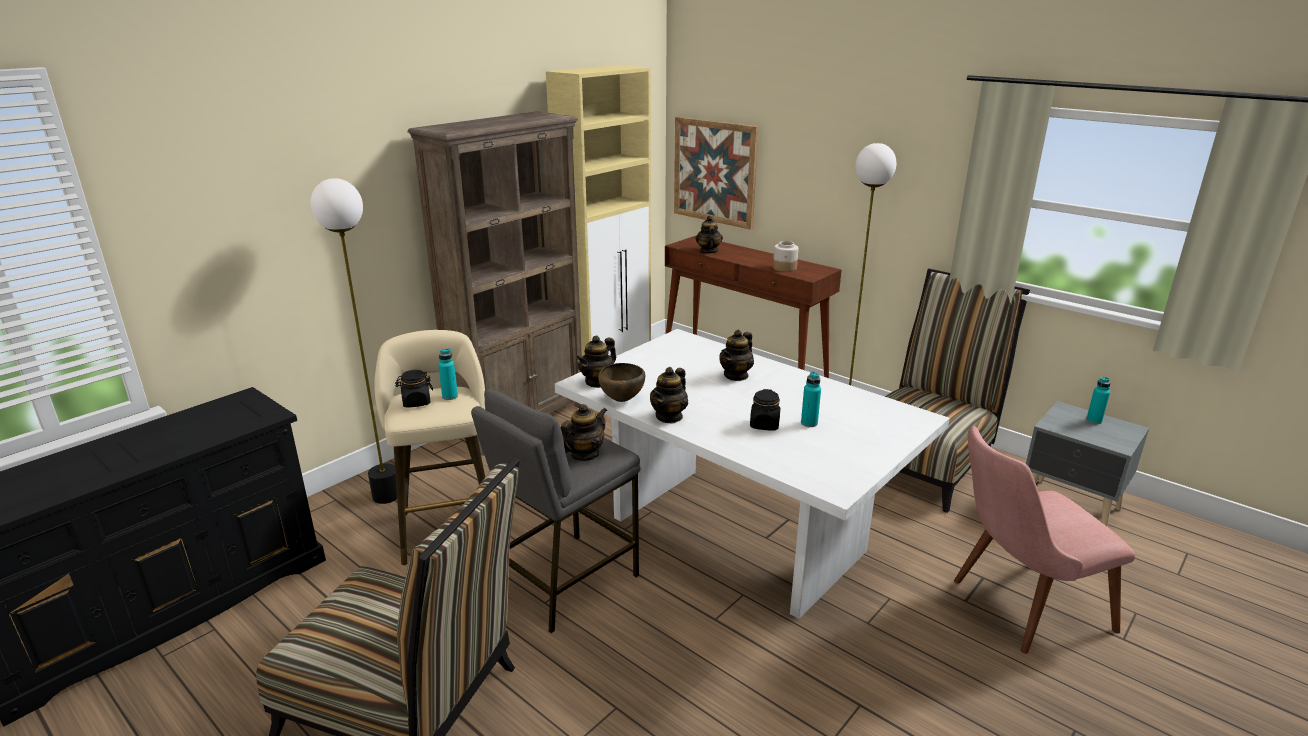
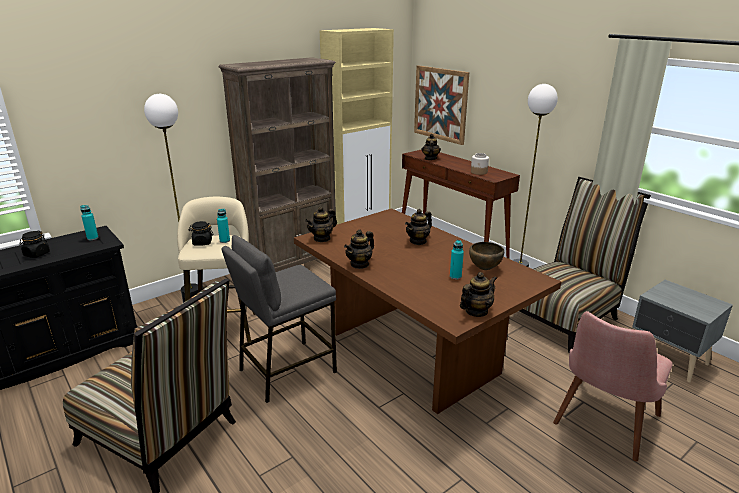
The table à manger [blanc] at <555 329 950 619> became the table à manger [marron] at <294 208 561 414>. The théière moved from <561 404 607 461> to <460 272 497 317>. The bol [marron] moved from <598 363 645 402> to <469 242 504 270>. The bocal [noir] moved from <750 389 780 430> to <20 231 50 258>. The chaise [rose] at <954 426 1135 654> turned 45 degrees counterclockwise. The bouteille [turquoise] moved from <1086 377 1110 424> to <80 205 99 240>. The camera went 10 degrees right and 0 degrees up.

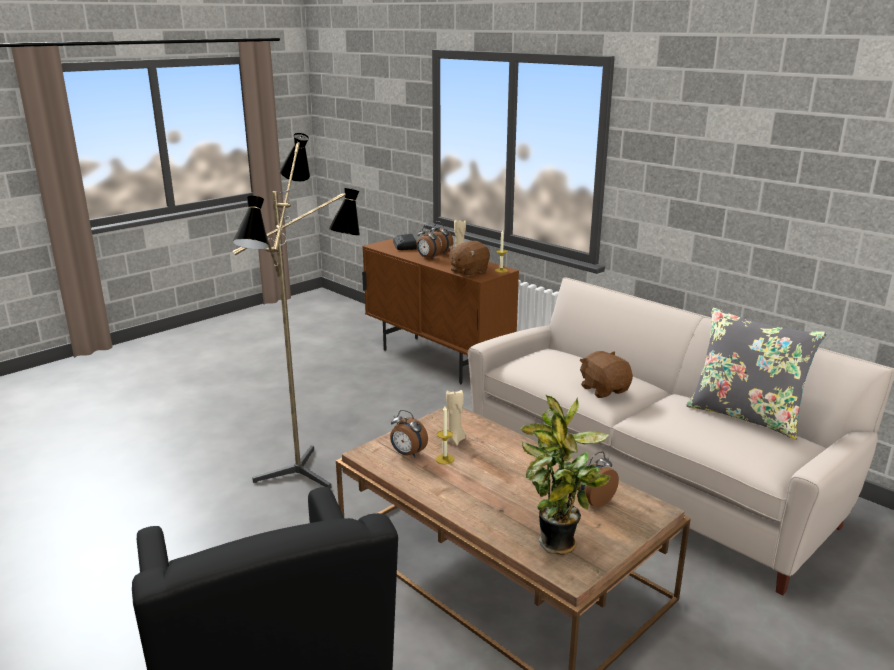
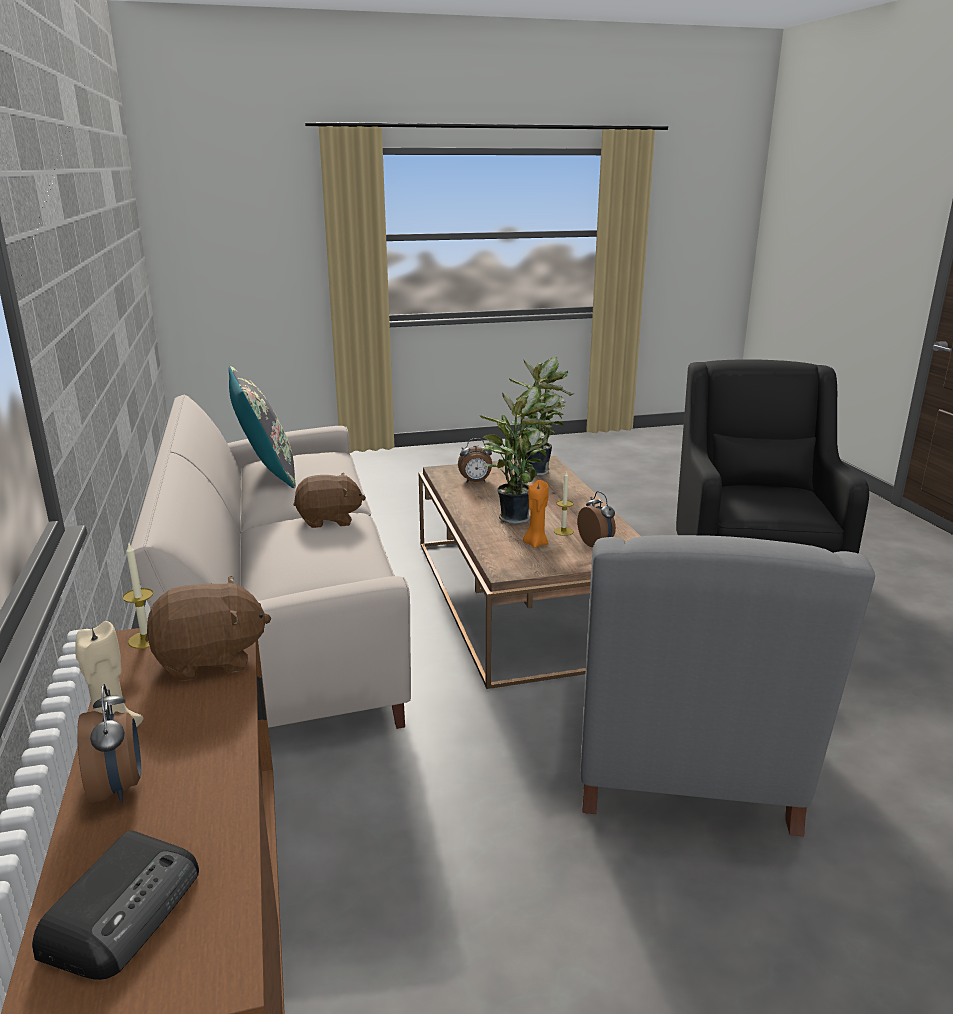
The lampadaire at <233 133 360 489> was replaced by the fauteuil [gris] at <580 535 875 836>. The réveil at <417 226 441 259> disappeared. The bougie [beige] at <446 390 465 446> became the bougie [orange] at <523 480 549 548>. The peluche [marron] at <580 351 633 398> turned 105 degrees counterclockwise. The plante en pot at <480 386 553 524> appeared. The camera went 150 degrees left and 0 degrees up.

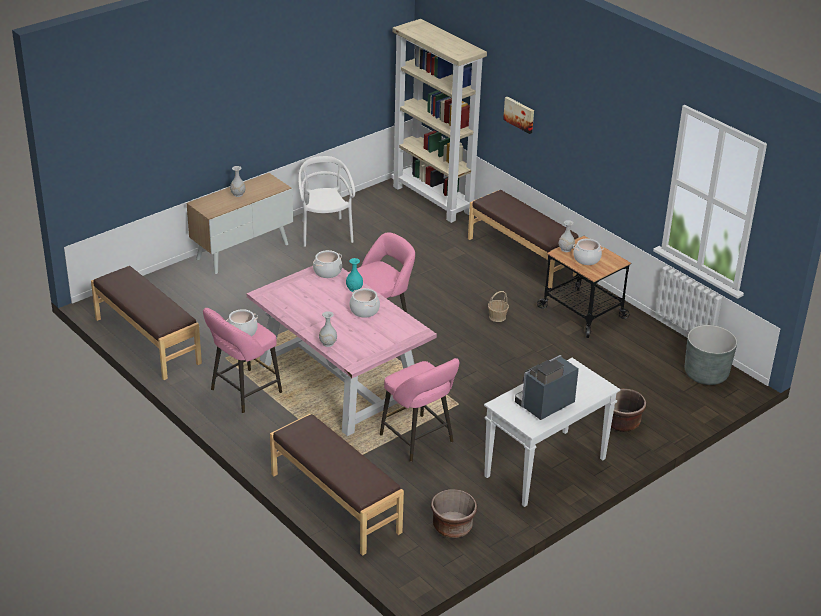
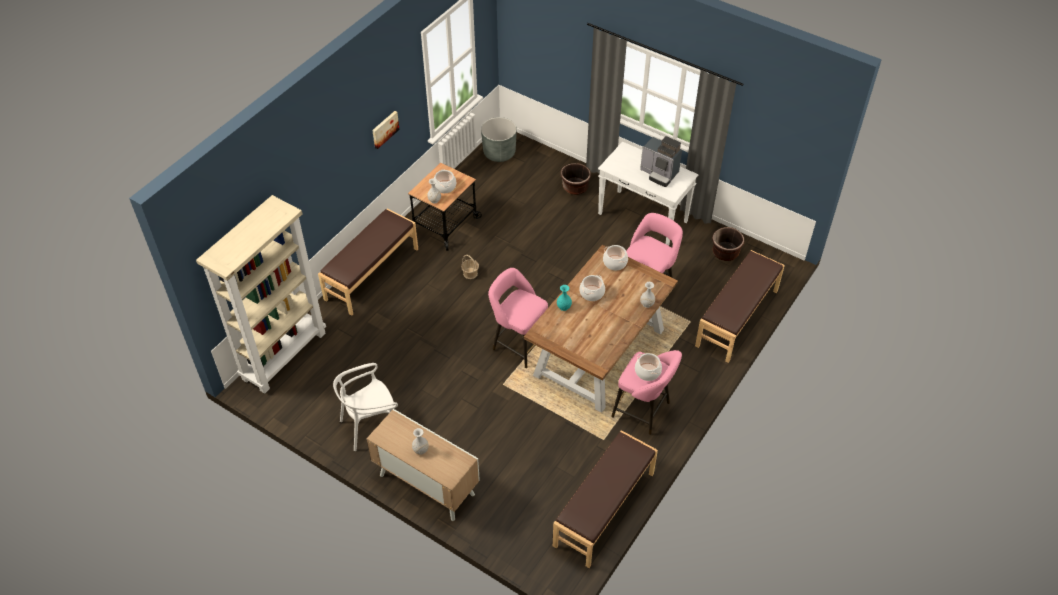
The table à manger [rose] at <247 266 437 436> became the table à manger [marron] at <524 245 678 413>. The marmite moved from <313 250 342 278> to <603 245 628 270>. The tableau moved from <503 97 534 134> to <372 111 399 149>. The camera went 105 degrees left and 15 degrees up.

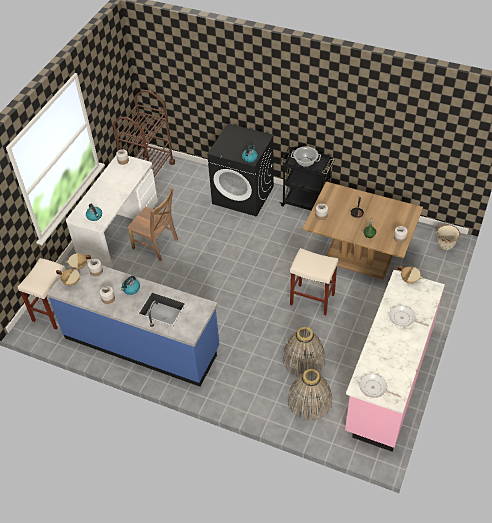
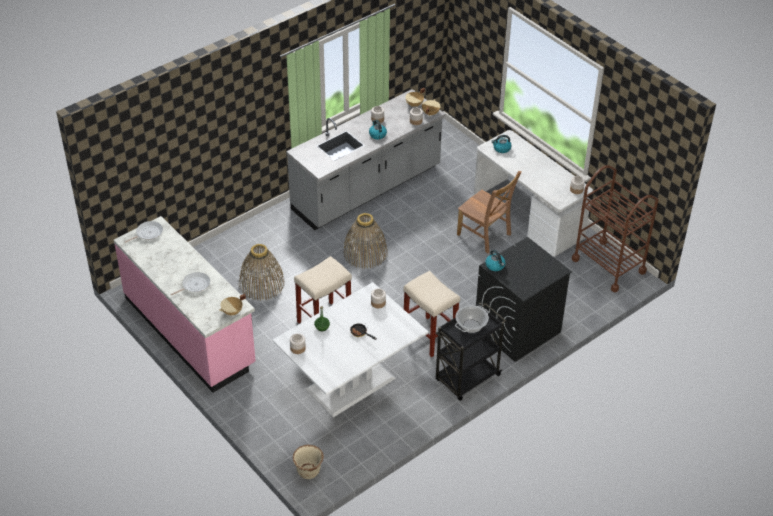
The tabouret [beige] moved from <18 258 66 330> to <403 271 460 357>. The comptoir de cuisine [bleu] at <47 261 220 387> became the comptoir de cuisine [gris] at <286 89 445 230>. The chaise [marron] at <127 187 178 261> turned 105 degrees counterclockwise. The panier moved from <287 369 332 421> to <343 213 388 269>. The table à manger [marron] at <302 182 423 280> became the table à manger [blanc] at <272 282 428 417>. The camera went 115 degrees right and 5 degrees down.

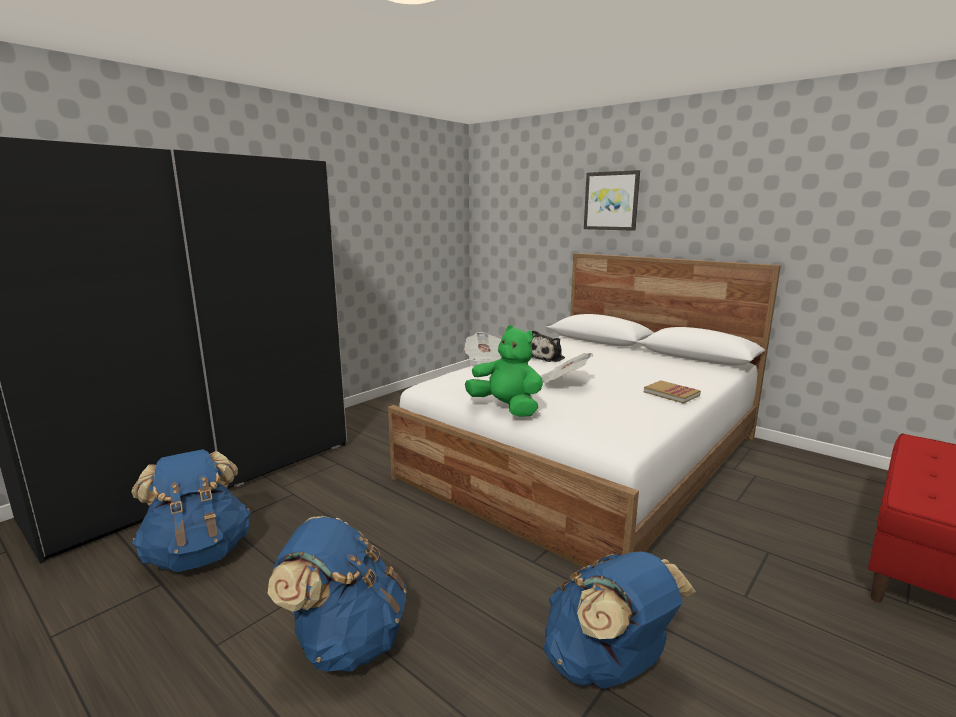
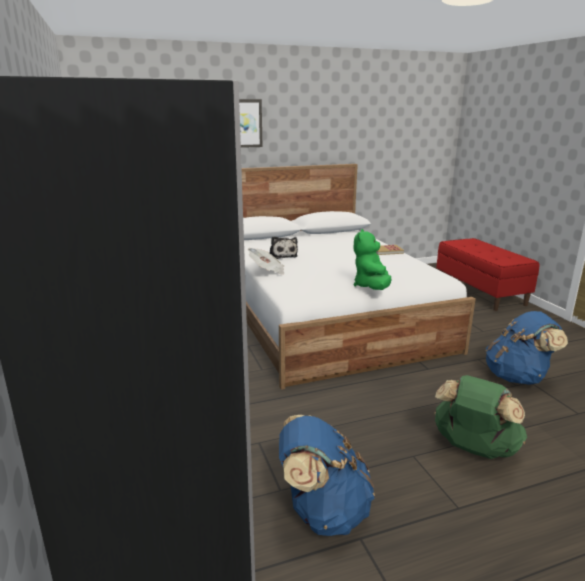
The sac à dos [bleu] at <268 516 407 672> became the sac à dos [vert] at <434 375 527 459>. The peluche [vert] at <465 325 543 417> turned 60 degrees counterclockwise. The journal at <540 353 593 383> disappeared. The camera went 60 degrees left and 5 degrees up.

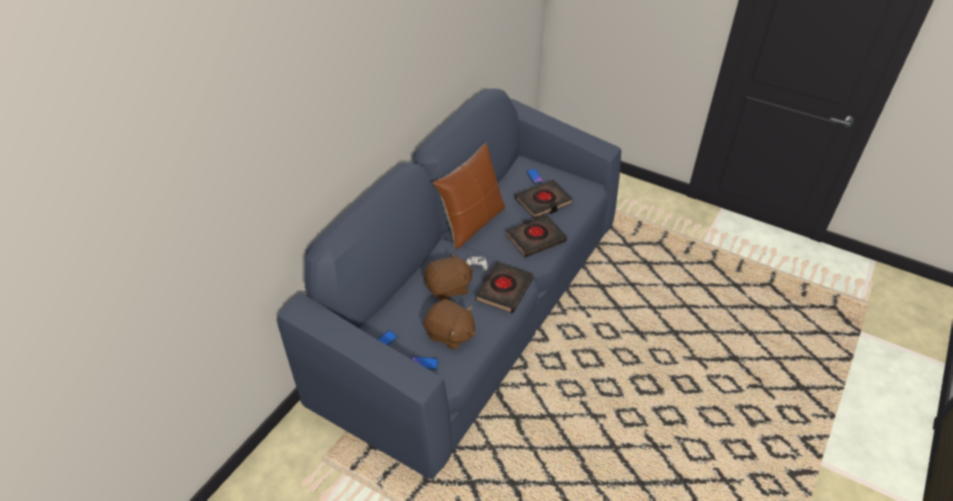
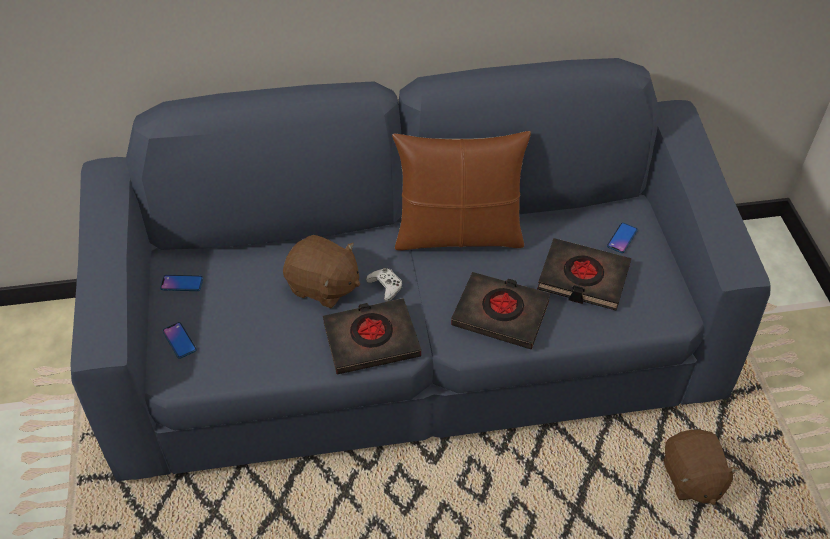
The peluche [marron] moved from <424 299 476 350> to <664 429 739 505>. The camera went 50 degrees right and 5 degrees up.

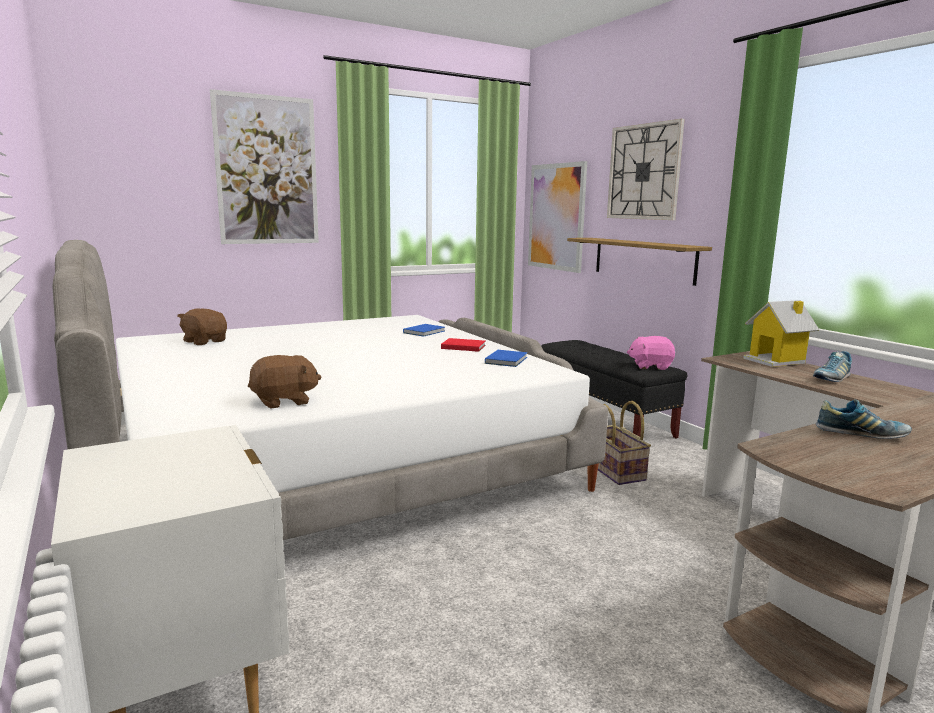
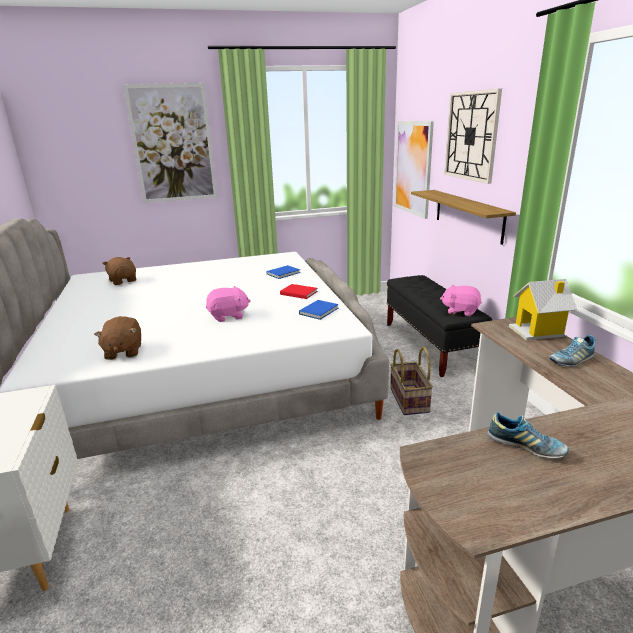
The peluche [marron] at <248 355 321 409> turned 90 degrees clockwise. The peluche [rose] at <206 286 251 322> appeared. The camera went 15 degrees right and 10 degrees up.

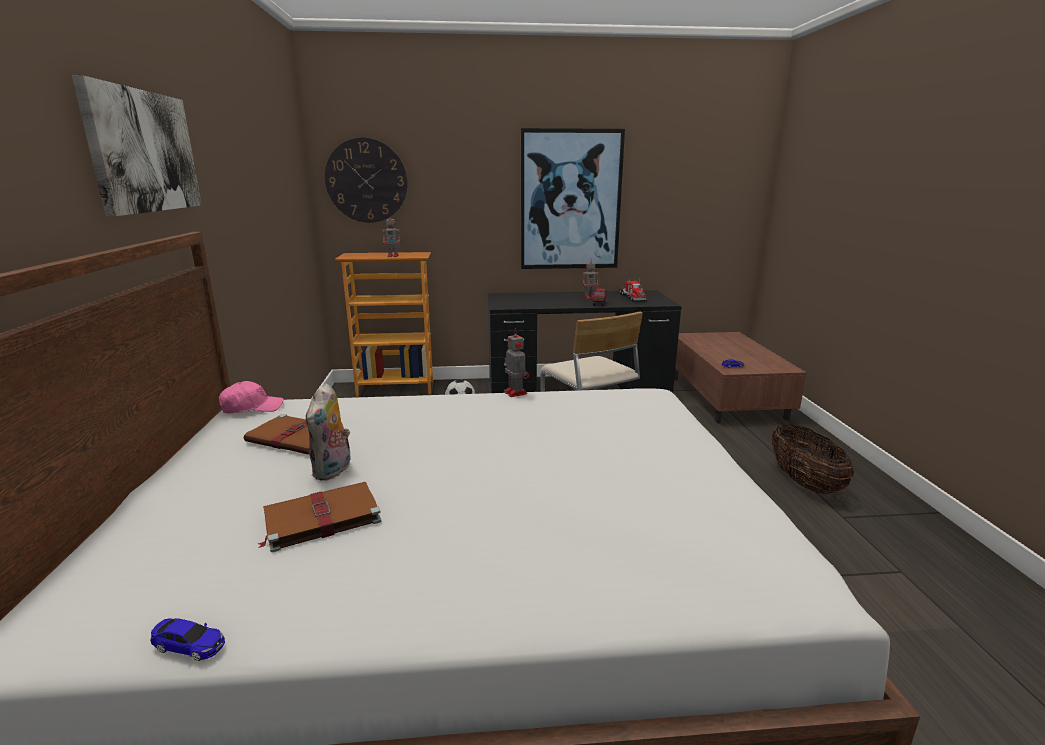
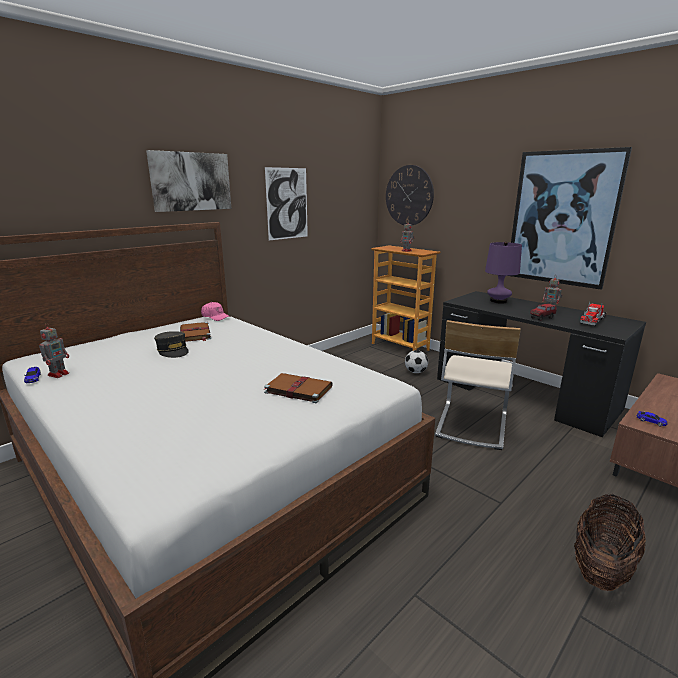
The livre [marron] moved from <258 482 381 552> to <264 373 333 403>. The peluche at <306 383 350 480> was replaced by the casquette [gris] at <154 331 189 358>. The robot jouet moved from <504 330 529 397> to <39 323 69 378>. The tableau at <265 167 308 240> appeared. The lampe de table [violet] at <485 242 522 304> appeared. The camera went 50 degrees right and 0 degrees up.

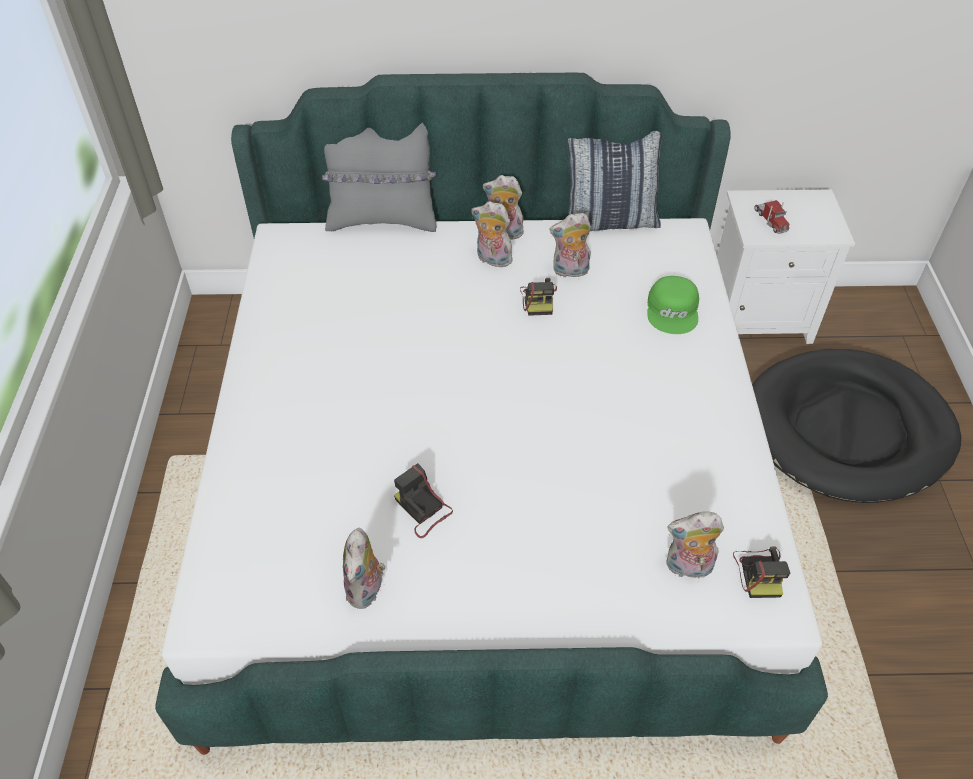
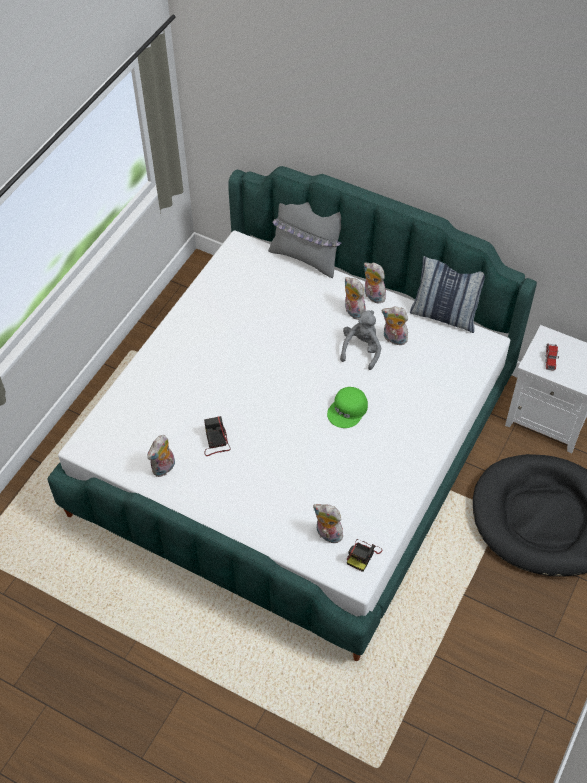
The appareil photo at <520 278 557 316> was replaced by the peluche [gris] at <340 310 381 370>. The casquette [vert] moved from <648 276 699 334> to <327 387 368 428>. The camera went 30 degrees right and 5 degrees up.

